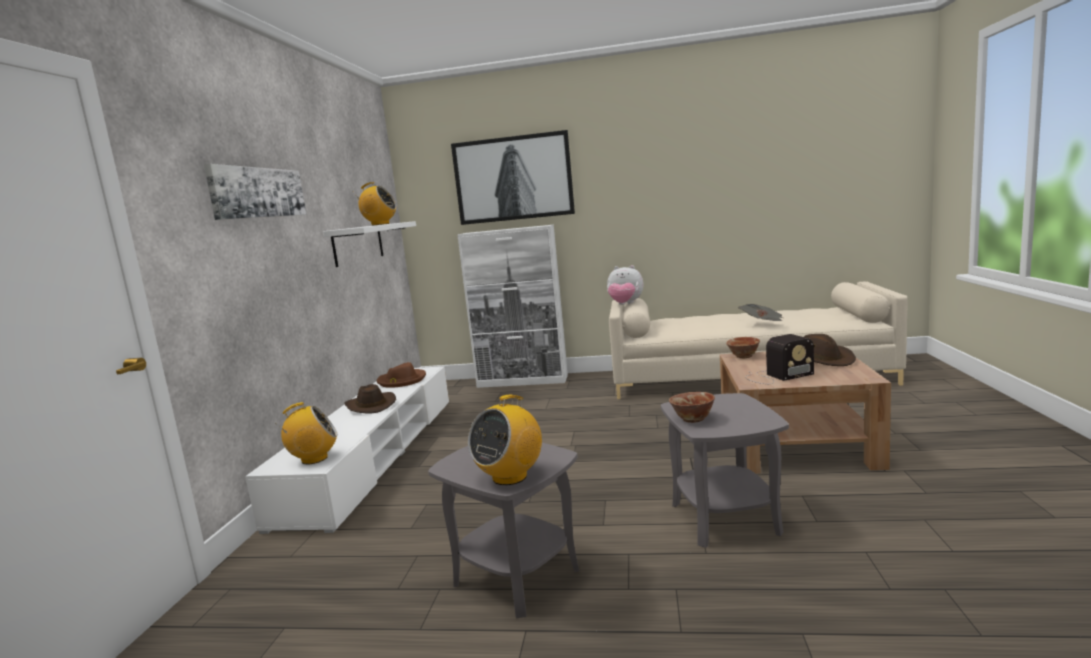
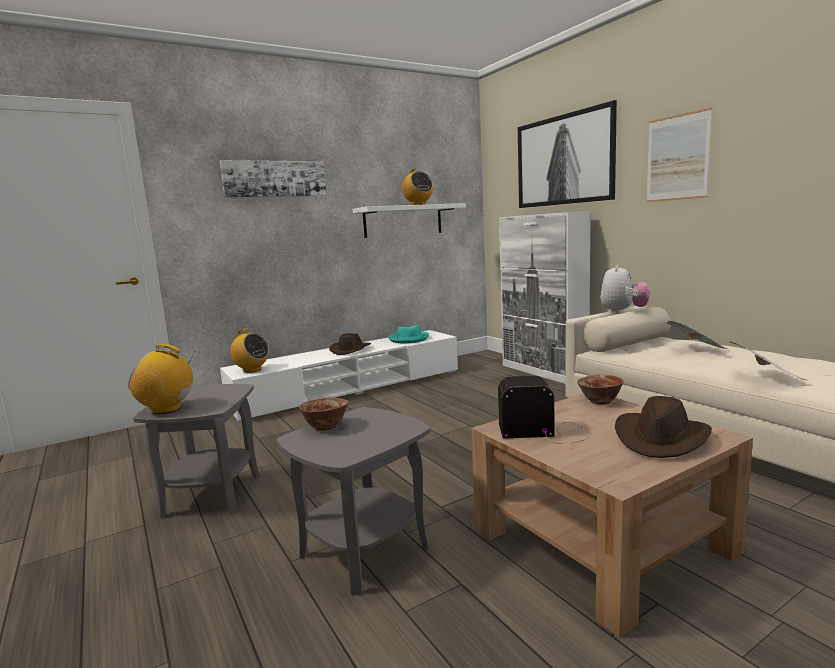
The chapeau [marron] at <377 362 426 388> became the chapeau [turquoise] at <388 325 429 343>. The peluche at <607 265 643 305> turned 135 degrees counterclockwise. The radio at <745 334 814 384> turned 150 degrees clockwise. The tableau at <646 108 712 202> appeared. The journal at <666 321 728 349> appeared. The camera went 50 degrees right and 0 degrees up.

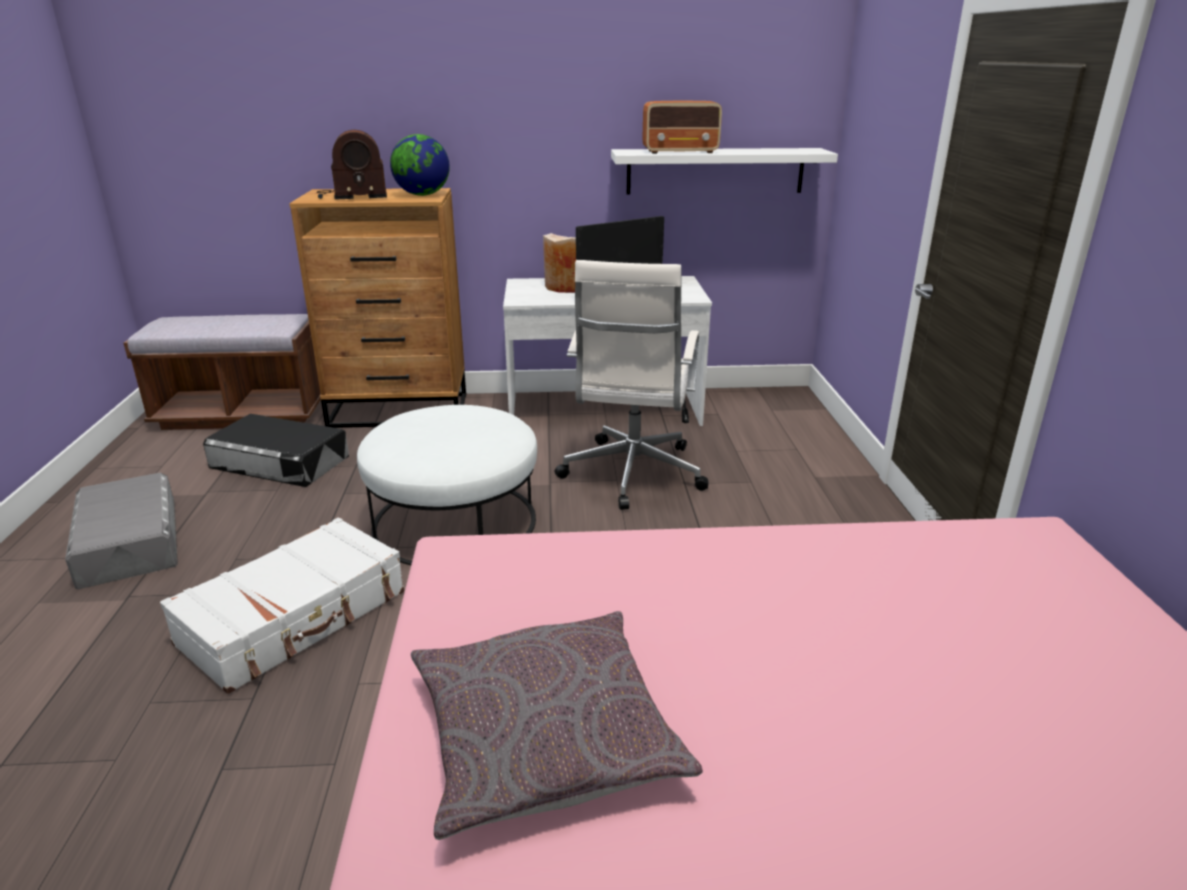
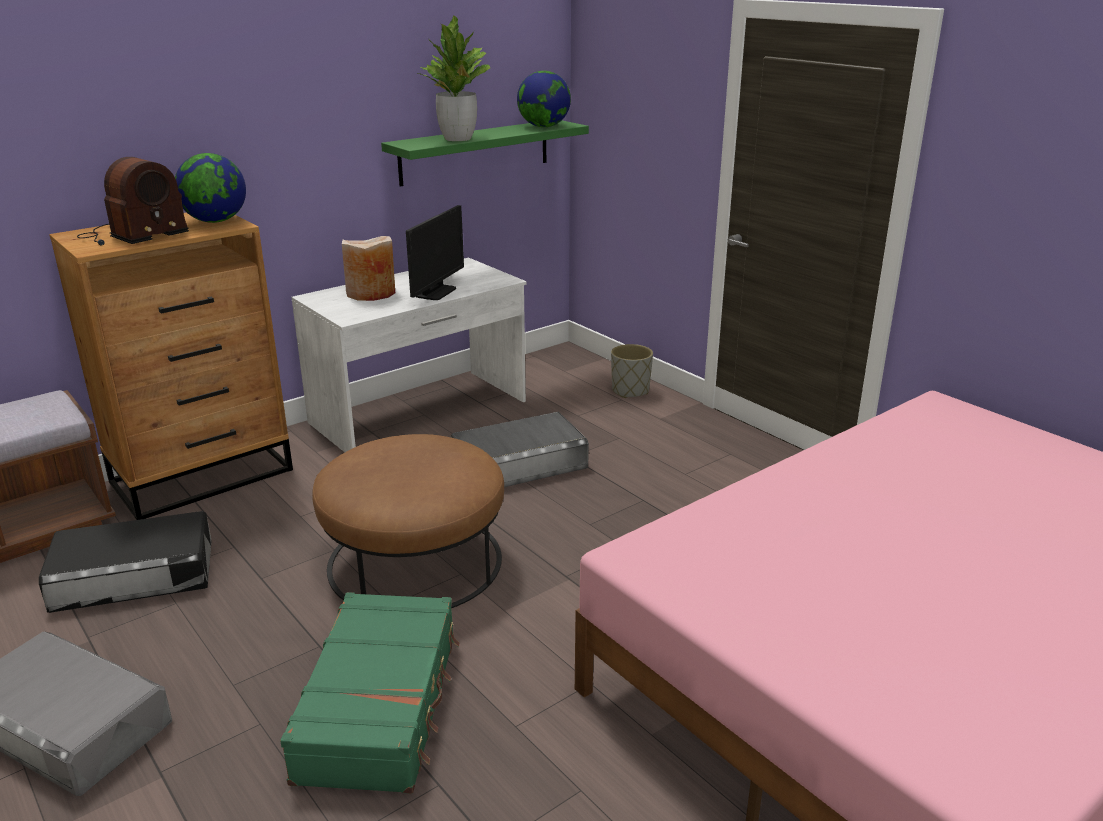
The valise [blanc] at <160 517 404 694> became the valise [vert] at <280 592 460 794>. The pouf [blanc] at <357 405 537 565> became the pouf [marron] at <312 434 504 608>. The coussin [gris] at <411 611 703 840> disappeared. The chaise de bureau [blanc] at <555 260 709 510> was replaced by the boîte de rangement [gris] at <450 412 589 487>. The étagère [blanc] at <611 148 838 194> became the étagère [vert] at <381 120 589 187>. The radio at <642 100 722 154> was replaced by the plante en pot at <418 16 490 141>. The globe at <517 71 571 127> appeared. The cache-pot [gris] at <611 344 653 398> appeared. The camera went 35 degrees left and 0 degrees up.

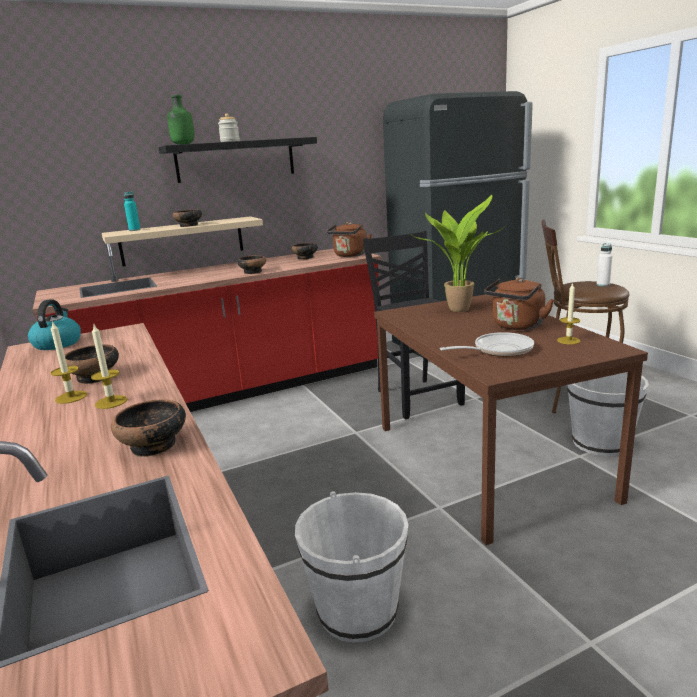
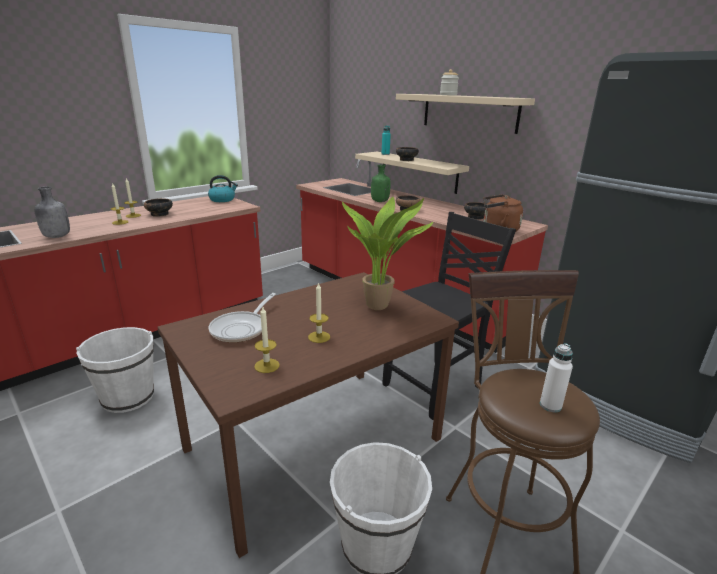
The bol at <111 399 186 457> was replaced by the bouteille [gris] at <34 186 70 238>. The étagère [noir] at <159 137 317 183> became the étagère [beige] at <396 94 535 134>. The bouteille [vert] moved from <167 95 194 145> to <371 164 390 202>. The poêle at <440 332 534 357> turned 60 degrees clockwise. The bouilloire [marron] at <485 278 554 330> was replaced by the bougie at <308 282 330 343>. The camera went 70 degrees right and 5 degrees up.

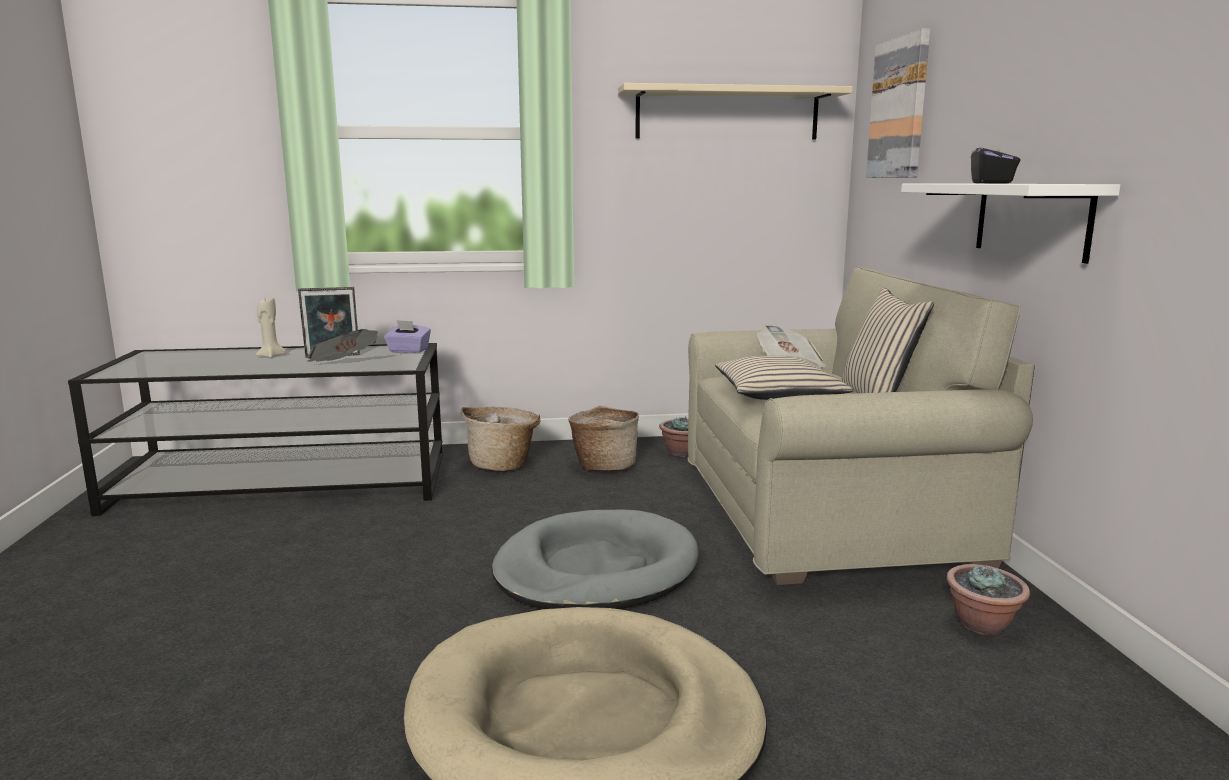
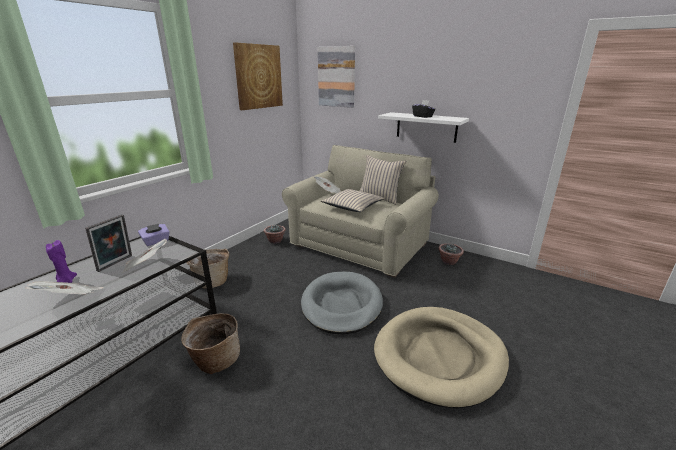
The bougie [beige] at <256 298 287 358> became the bougie [violet] at <46 240 77 283>. The panier moved from <568 406 639 472> to <181 313 240 374>. The étagère [beige] at <618 83 853 140> was replaced by the tableau at <233 42 283 110>. The journal at <26 281 104 295> appeared. The camera went 50 degrees left and 10 degrees up.

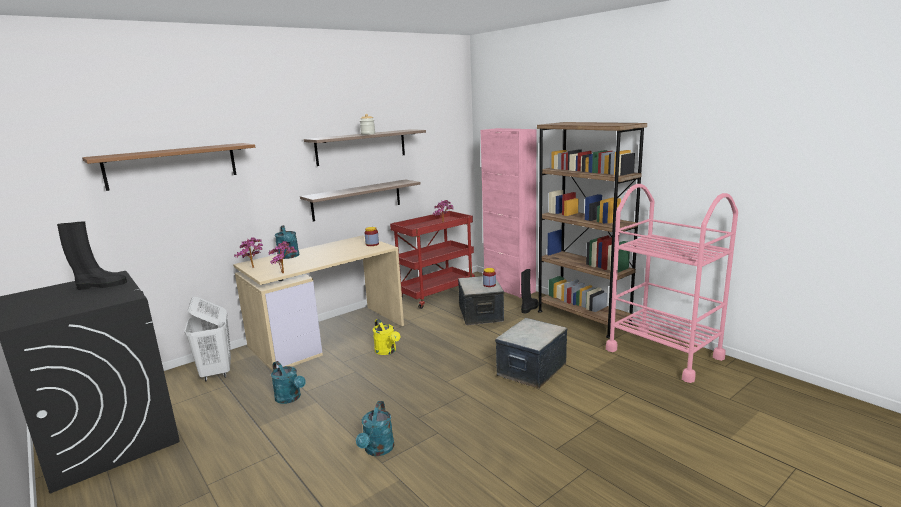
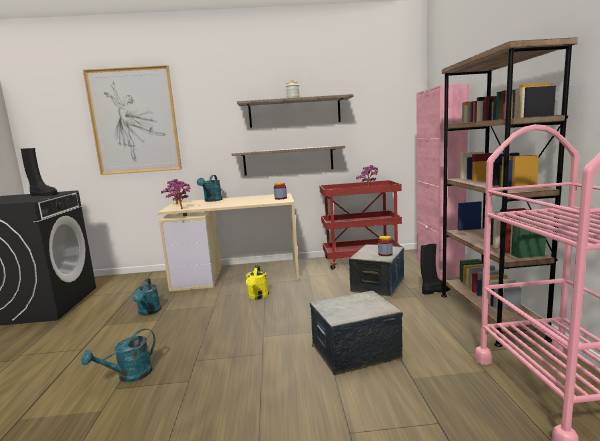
The étagère [marron] at <82 143 255 191> was replaced by the tableau at <83 65 182 175>. The panier à linge [blanc] at <184 297 231 382> disappeared. The camera went 35 degrees right and 5 degrees down.

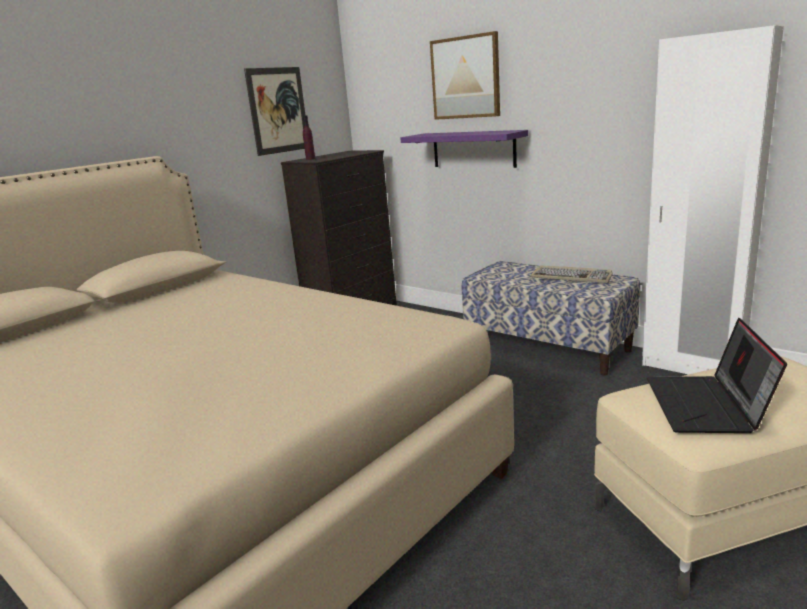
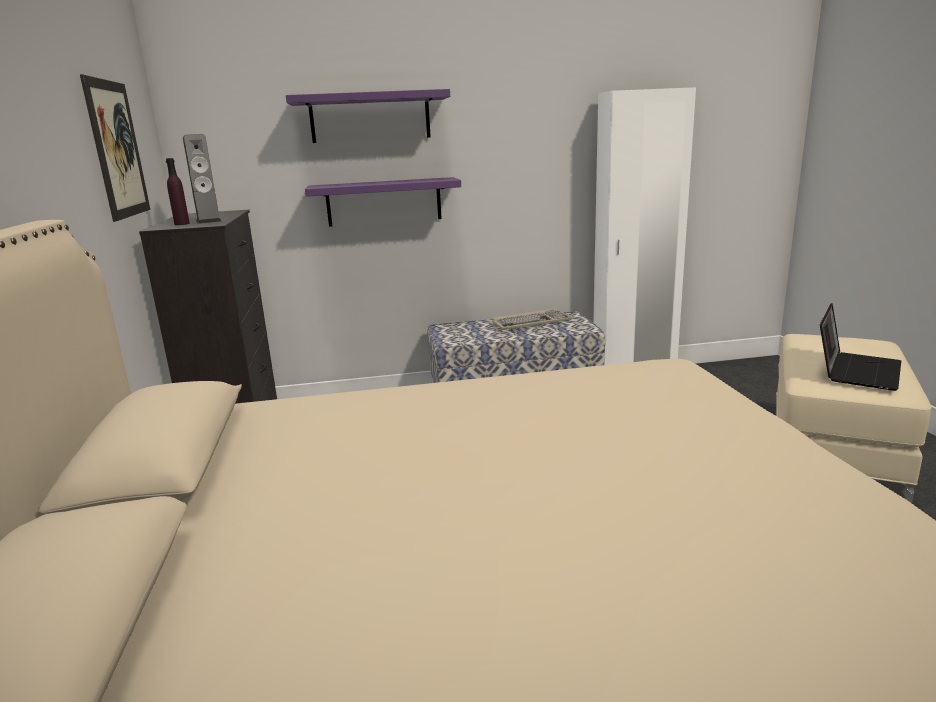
The tableau at <430 31 500 120> was replaced by the étagère [violet] at <286 89 450 143>. The ordinateur portable at <647 318 787 433> turned 105 degrees counterclockwise. The enceinte at <183 134 222 224> appeared. The camera went 50 degrees left and 0 degrees up.

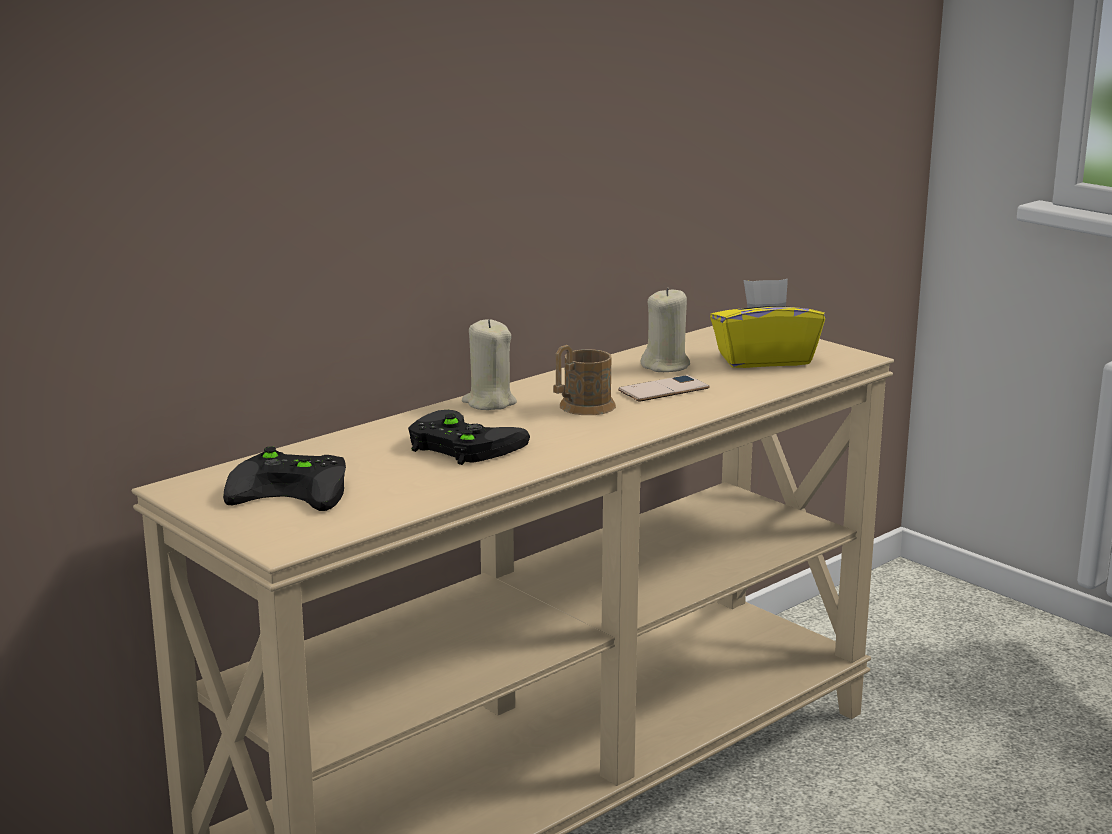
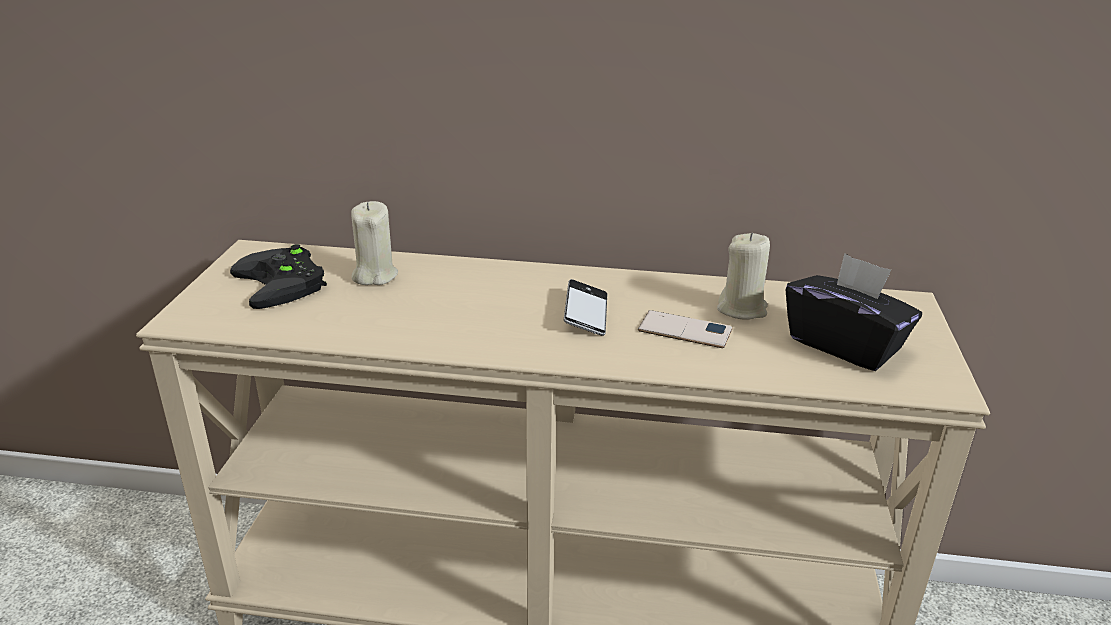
The manette [noir] at <408 410 530 465> disappeared. The bougie [beige] moved from <462 319 517 410> to <351 201 398 285>. The mug [marron] at <553 345 616 415> was replaced by the téléphone at <564 279 607 336>. The boîte à mouchoirs [jaune] at <710 279 825 368> became the boîte à mouchoirs [noir] at <786 253 922 371>. The camera went 50 degrees right and 10 degrees up.

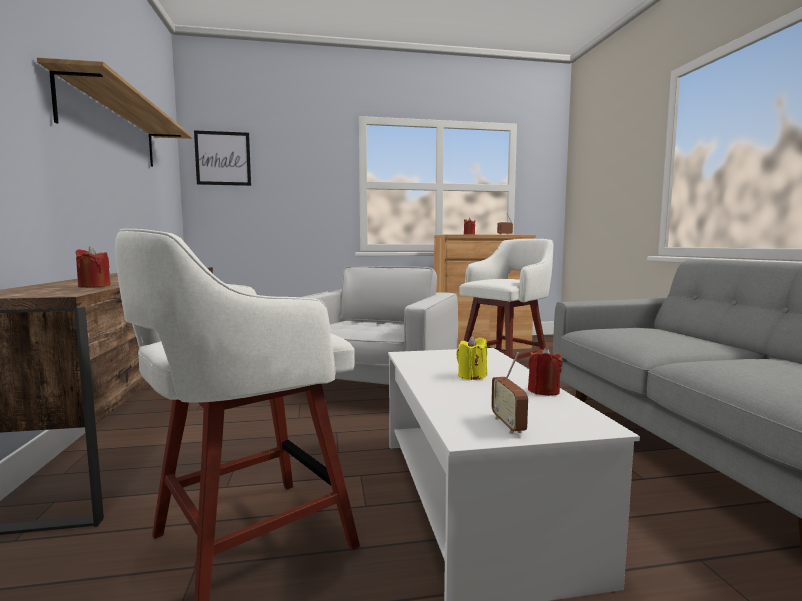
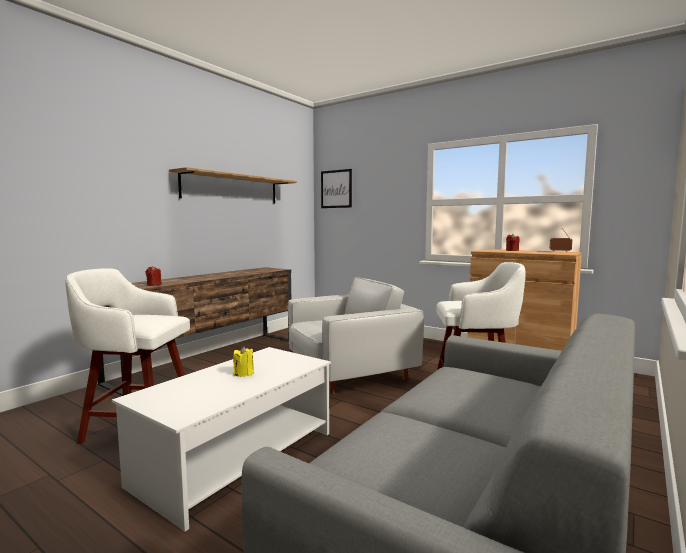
The radio at <491 352 528 434> disappeared. The bougie [rouge] at <528 347 562 396> disappeared. The camera went 45 degrees right and 0 degrees up.

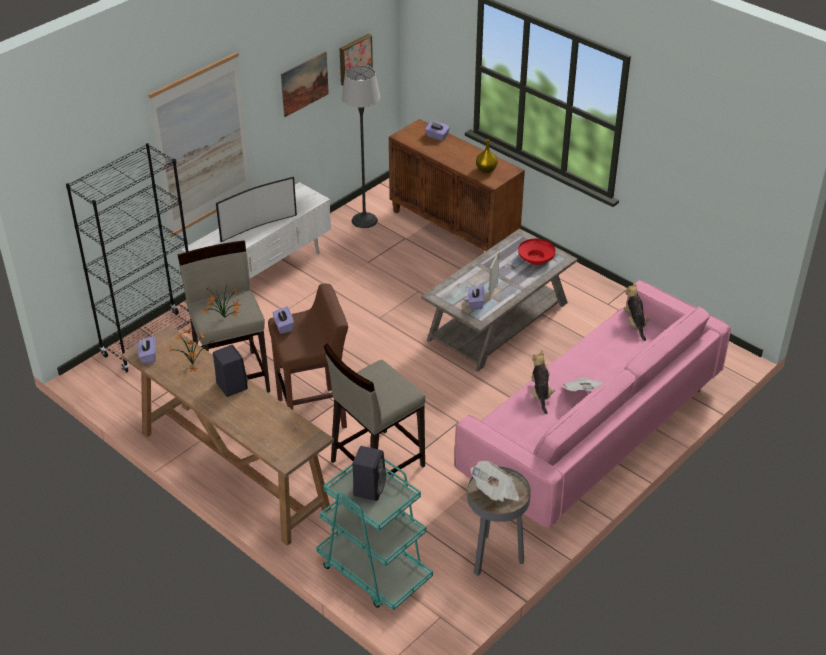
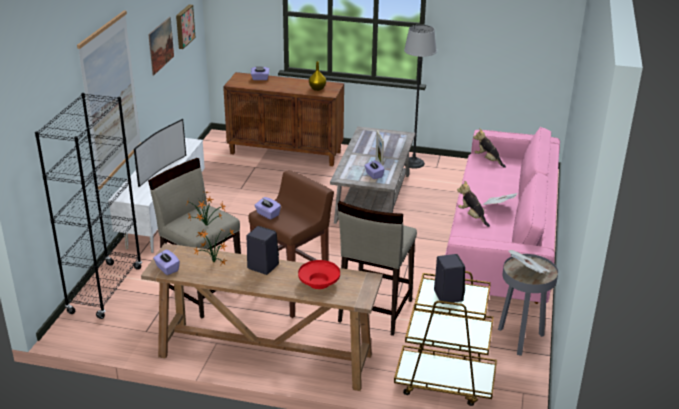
The chariot [turquoise] at <316 459 433 610> became the chariot [marron] at <394 271 497 406>. The lampadaire moved from <342 66 380 228> to <404 25 437 169>. The bol [rouge] moved from <518 239 555 265> to <298 260 340 289>. The camera went 30 degrees left and 10 degrees down.

